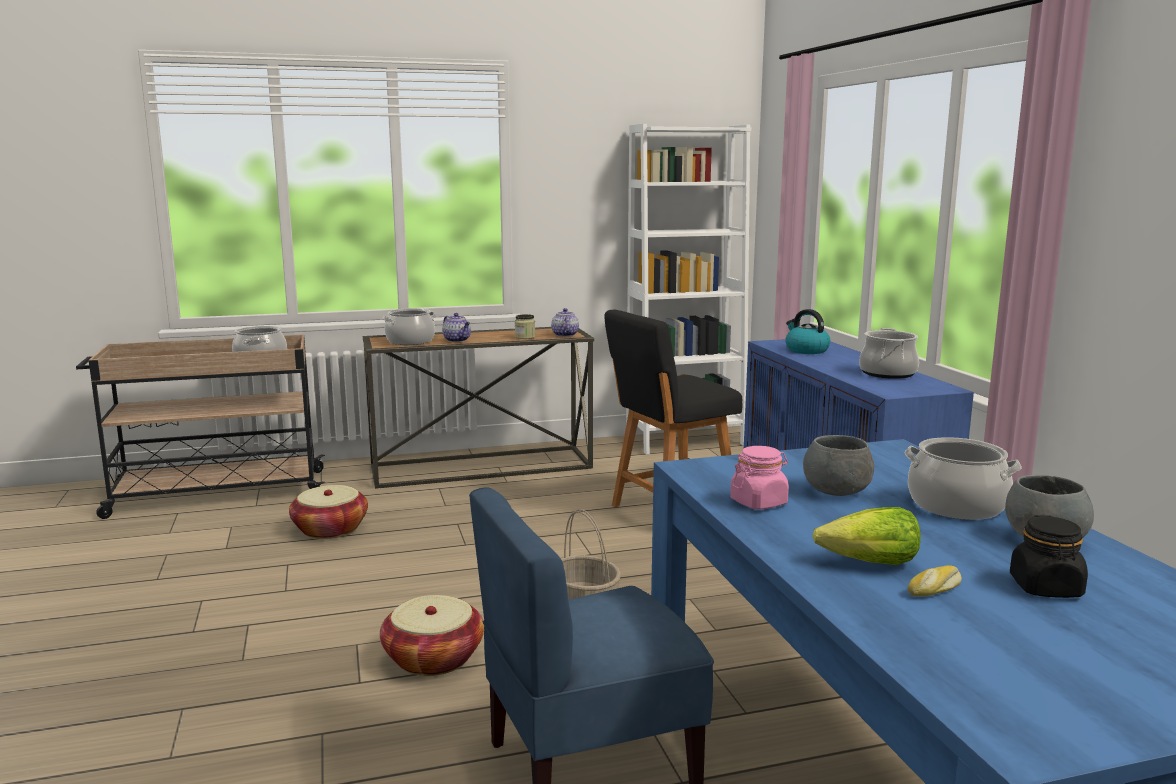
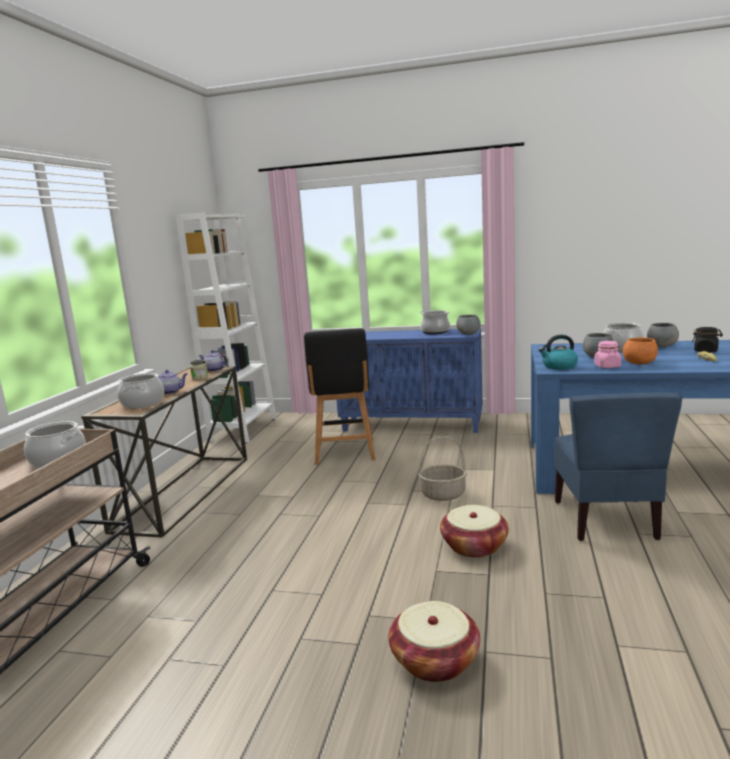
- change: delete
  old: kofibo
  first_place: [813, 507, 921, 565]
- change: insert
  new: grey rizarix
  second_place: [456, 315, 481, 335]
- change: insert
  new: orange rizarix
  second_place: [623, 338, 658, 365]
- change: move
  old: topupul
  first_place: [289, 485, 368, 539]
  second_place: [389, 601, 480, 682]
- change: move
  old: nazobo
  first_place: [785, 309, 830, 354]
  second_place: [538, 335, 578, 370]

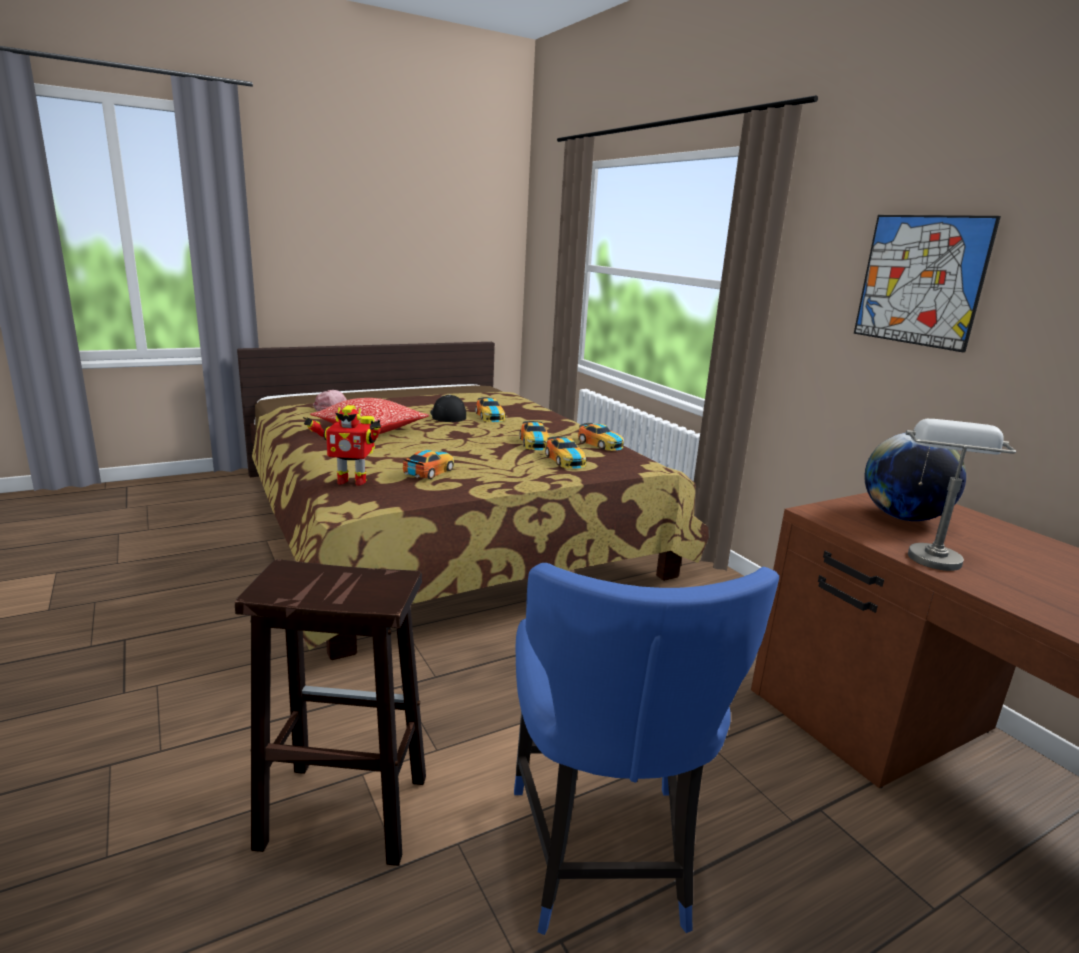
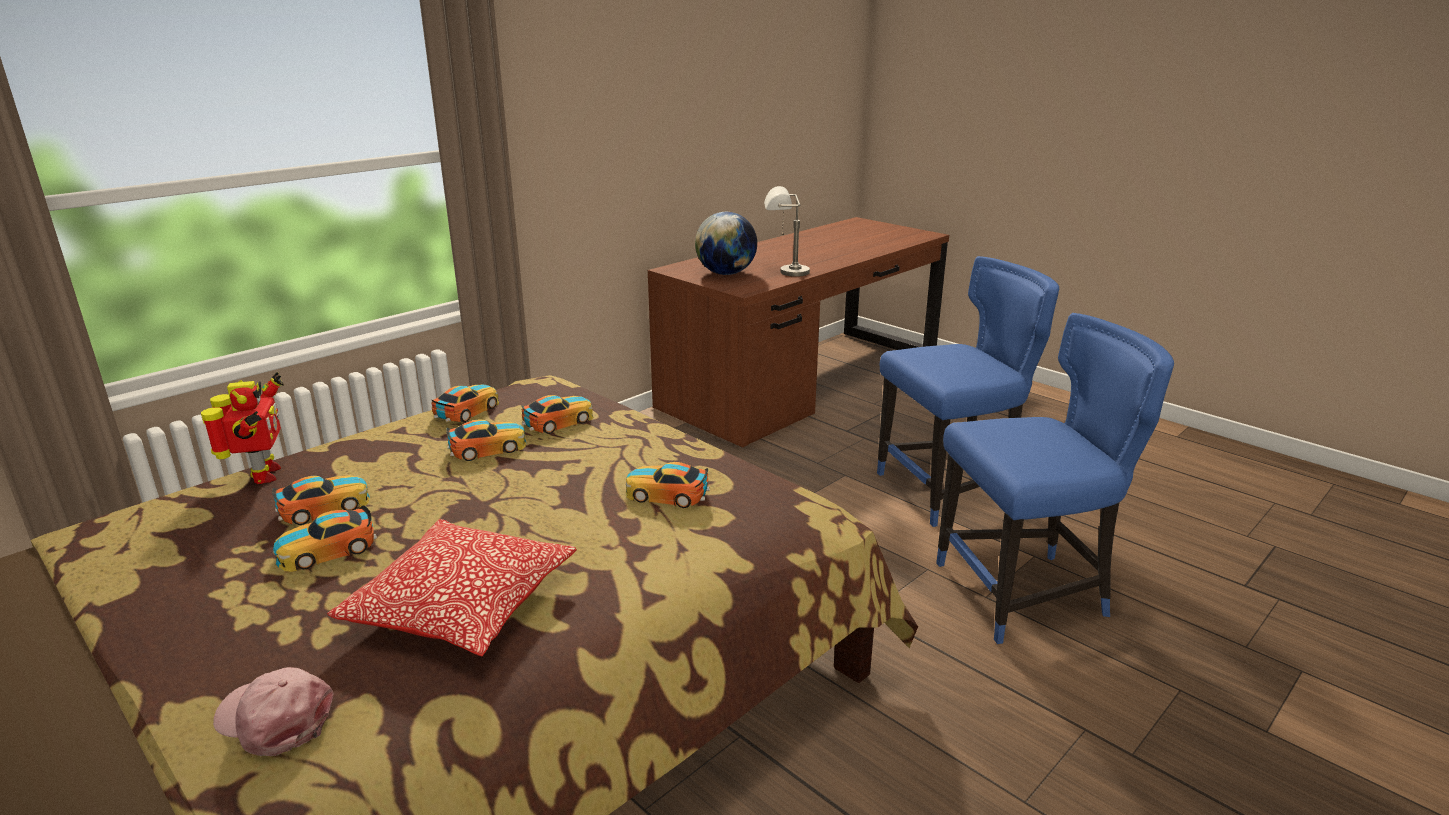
- change: delete
  old: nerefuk
  first_place: [854, 215, 1001, 353]
- change: move
  old: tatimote
  first_place: [303, 405, 381, 486]
  second_place: [201, 372, 284, 484]
- change: replace
  old: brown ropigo
  new: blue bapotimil
  first_place: [235, 559, 426, 866]
  second_place: [936, 313, 1174, 644]
- change: replace
  old: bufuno
  new: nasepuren
  first_place: [430, 395, 466, 422]
  second_place: [273, 505, 377, 572]

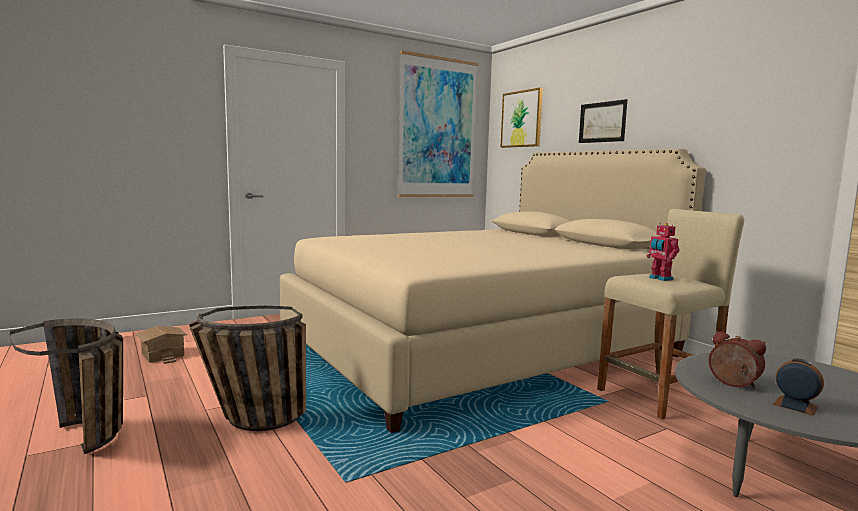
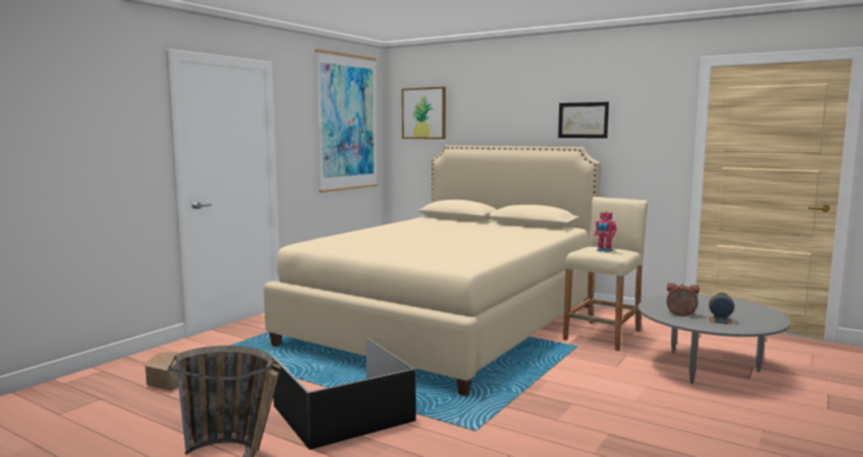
- change: move
  old: nerefuk
  first_place: [579, 99, 628, 143]
  second_place: [558, 102, 609, 138]
- change: replace
  old: topupul
  new: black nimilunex
  first_place: [189, 306, 306, 431]
  second_place: [272, 338, 416, 450]

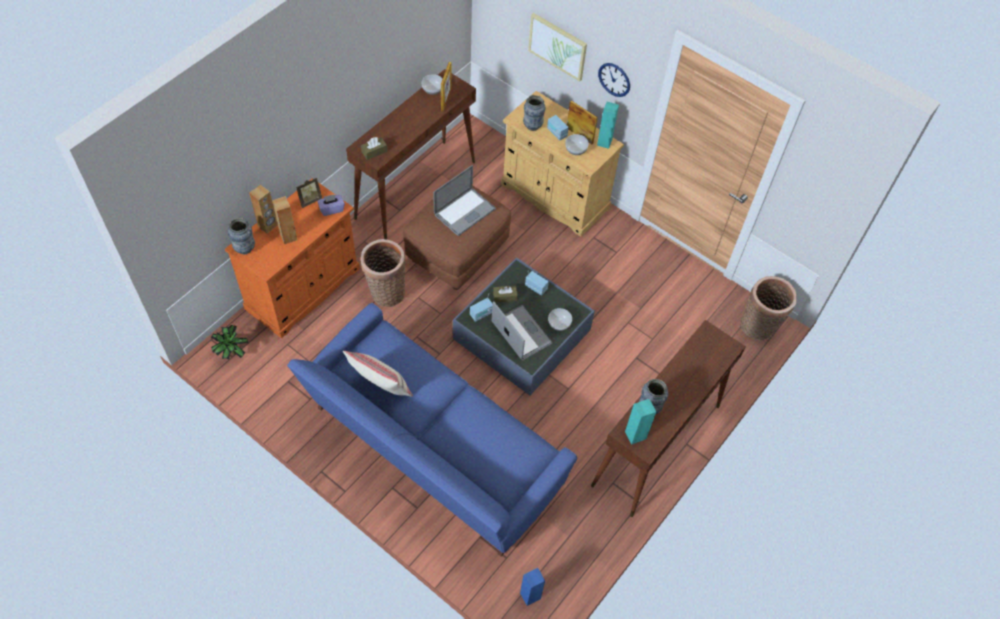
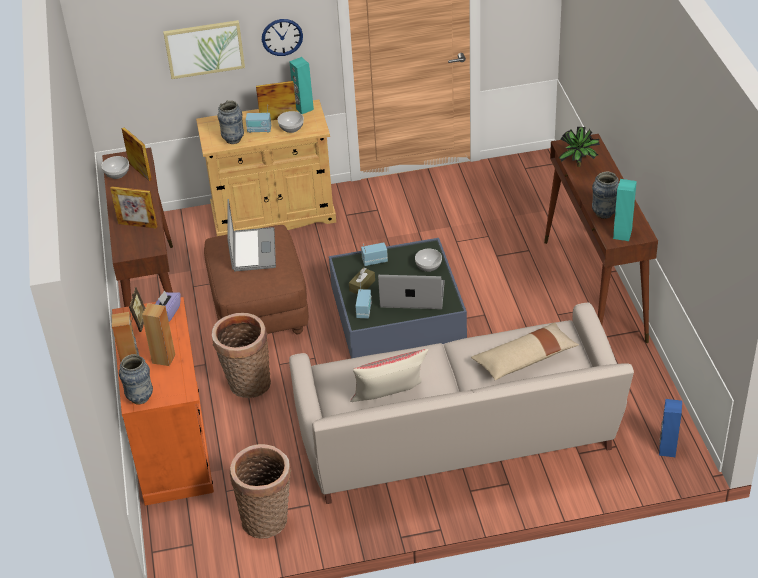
- change: delete
  old: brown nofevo
  first_place: [361, 137, 387, 160]
- change: insert
  new: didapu
  second_place: [110, 186, 158, 228]
- change: insert
  new: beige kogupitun
  second_place: [471, 322, 579, 380]
- change: move
  old: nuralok
  first_place: [211, 325, 248, 359]
  second_place: [559, 127, 600, 167]
- change: move
  old: topupul
  first_place: [740, 276, 797, 340]
  second_place: [230, 444, 291, 539]
- change: recolor
  old: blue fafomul
  new: beige fafomul
  first_place: [287, 303, 577, 557]
  second_place: [289, 303, 634, 504]

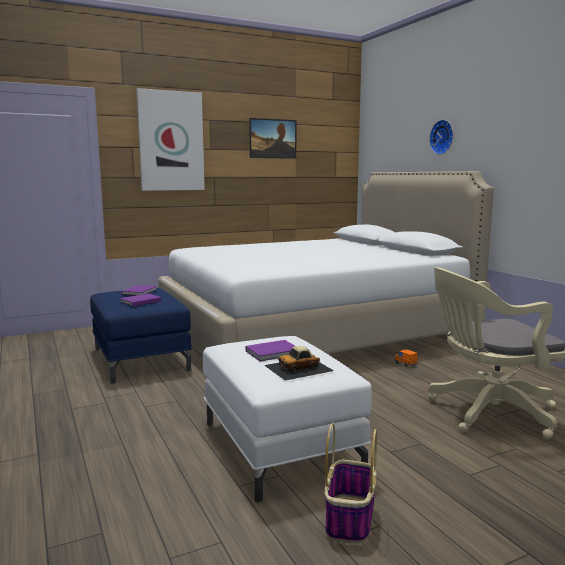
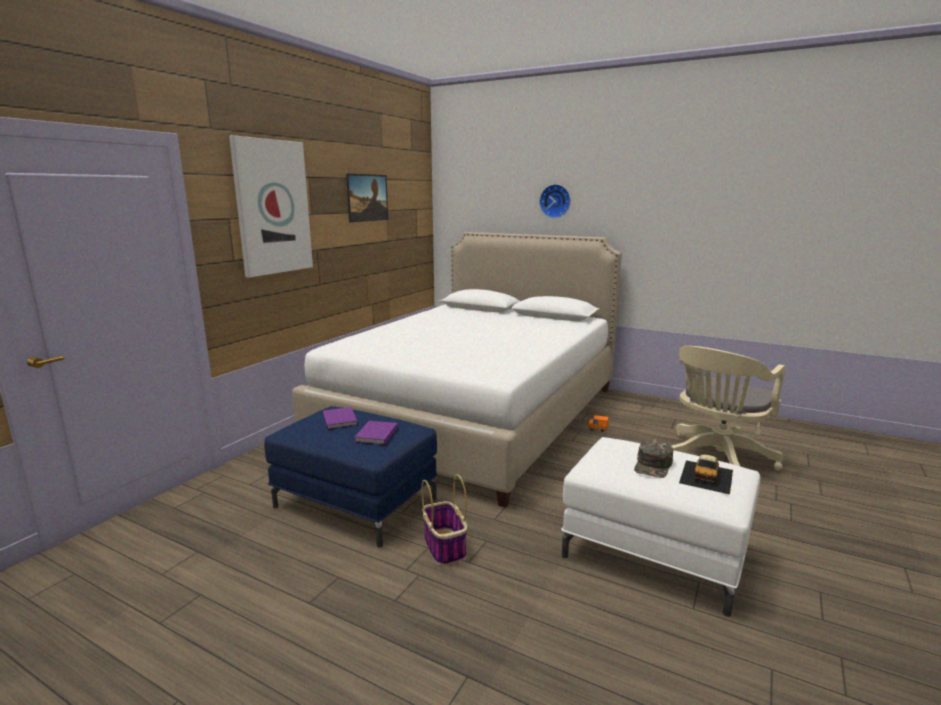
- change: move
  old: topupul
  first_place: [325, 423, 377, 543]
  second_place: [421, 474, 467, 566]
- change: replace
  old: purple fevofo
  new: green bufuno
  first_place: [246, 340, 295, 361]
  second_place: [634, 439, 673, 478]

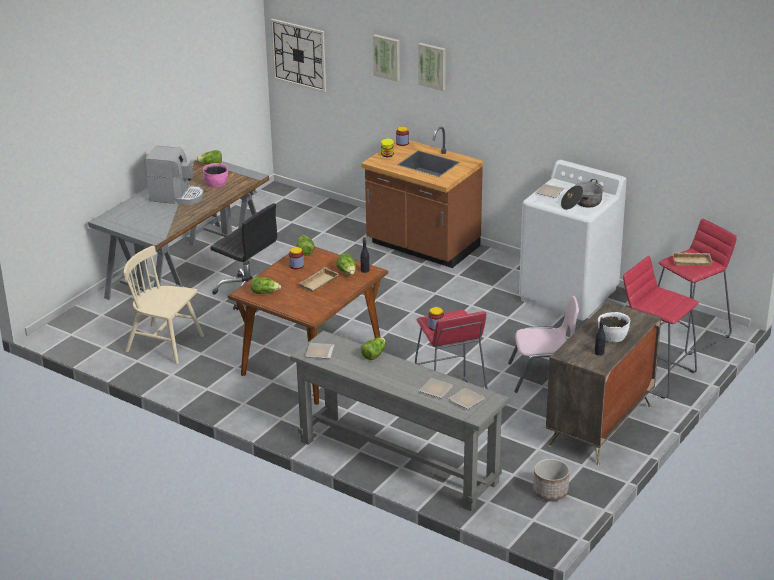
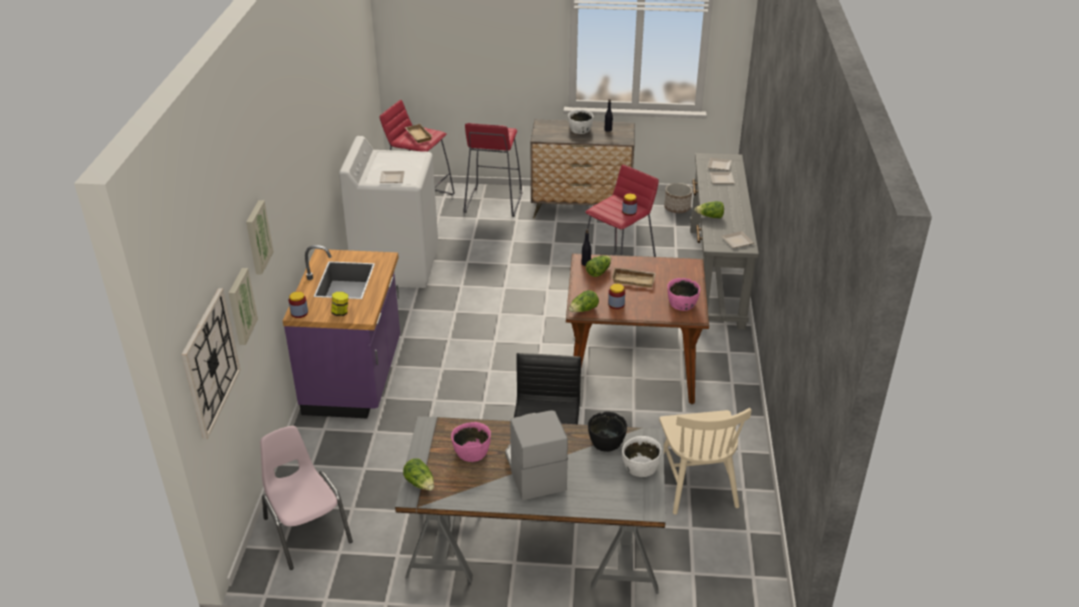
- change: delete
  old: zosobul
  first_place: [561, 179, 603, 210]
- change: insert
  new: black rizarix
  second_place: [588, 412, 627, 452]
- change: insert
  new: white rizarix
  second_place: [622, 436, 662, 477]
- change: move
  old: nerefuk
  first_place: [418, 43, 446, 91]
  second_place: [229, 268, 258, 345]
- change: move
  old: pink bapotimil
  first_place: [508, 296, 579, 393]
  second_place: [260, 426, 353, 570]
- change: replace
  old: kofibo
  new: pink rizarix
  first_place: [251, 276, 281, 294]
  second_place: [667, 278, 700, 311]
- change: recolor
  old: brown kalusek
  new: purple kalusek
  first_place: [361, 126, 484, 268]
  second_place: [283, 245, 400, 418]

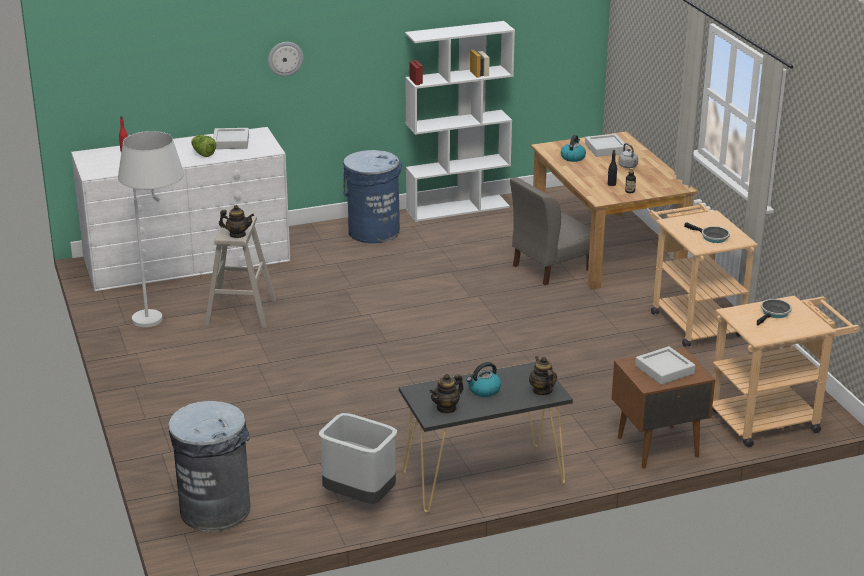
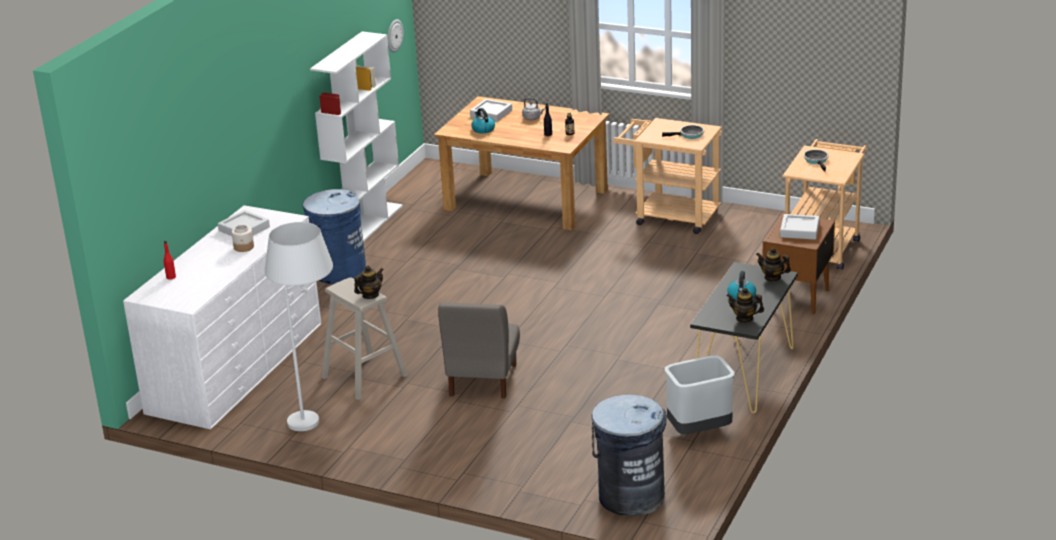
- change: move
  old: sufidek
  first_place: [268, 42, 303, 76]
  second_place: [387, 19, 403, 53]
- change: move
  old: grey bapotimil
  first_place: [510, 177, 591, 285]
  second_place: [438, 302, 520, 398]
- change: replace
  old: kofibo
  new: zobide
  first_place: [191, 135, 216, 157]
  second_place: [232, 225, 254, 252]
- change: rotate
  old: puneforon
  first_place: [429, 374, 464, 414]
  second_place: [726, 288, 764, 323]
  degrees: 105

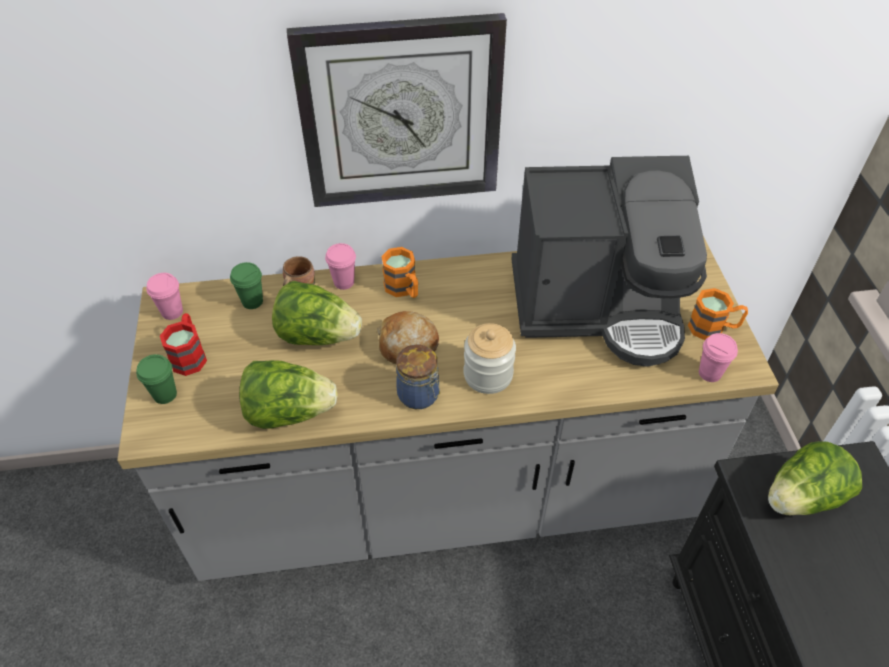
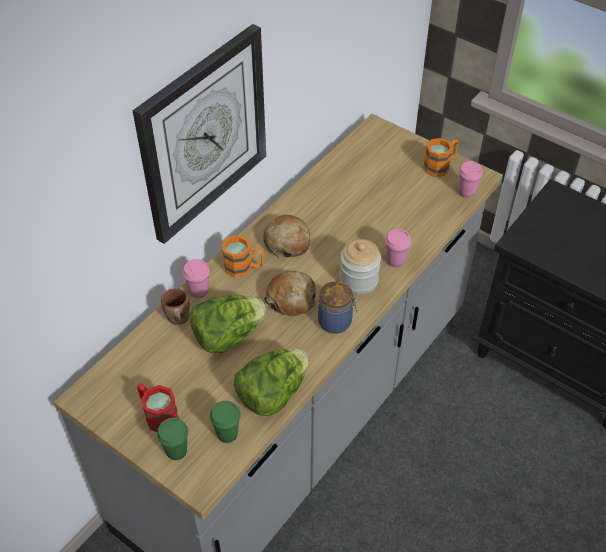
- change: delete
  old: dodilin
  first_place: [512, 156, 707, 367]
- change: delete
  old: kofibo
  first_place: [768, 441, 862, 515]
- change: insert
  new: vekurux
  second_place: [263, 215, 310, 259]
- change: move
  old: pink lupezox
  first_place: [146, 273, 183, 320]
  second_place: [385, 229, 411, 268]
- change: move
  old: green lupezox
  first_place: [230, 262, 263, 309]
  second_place: [210, 401, 241, 443]

